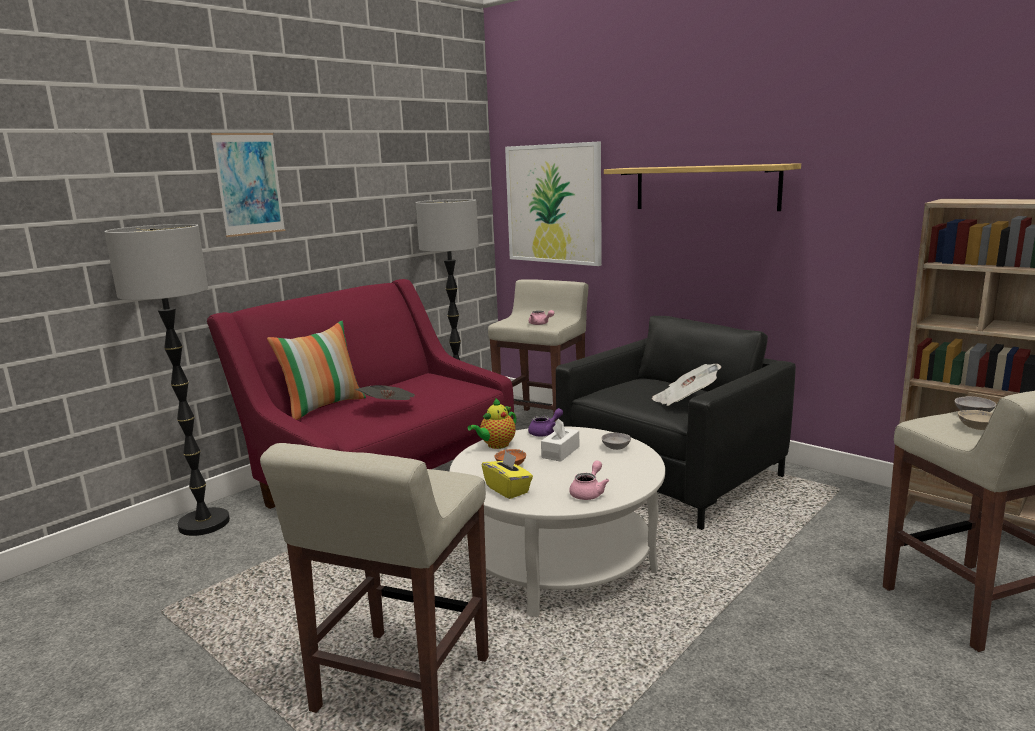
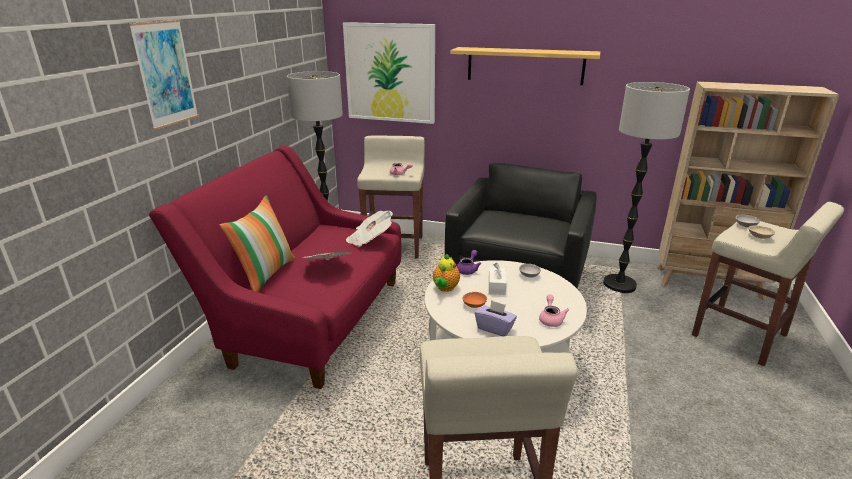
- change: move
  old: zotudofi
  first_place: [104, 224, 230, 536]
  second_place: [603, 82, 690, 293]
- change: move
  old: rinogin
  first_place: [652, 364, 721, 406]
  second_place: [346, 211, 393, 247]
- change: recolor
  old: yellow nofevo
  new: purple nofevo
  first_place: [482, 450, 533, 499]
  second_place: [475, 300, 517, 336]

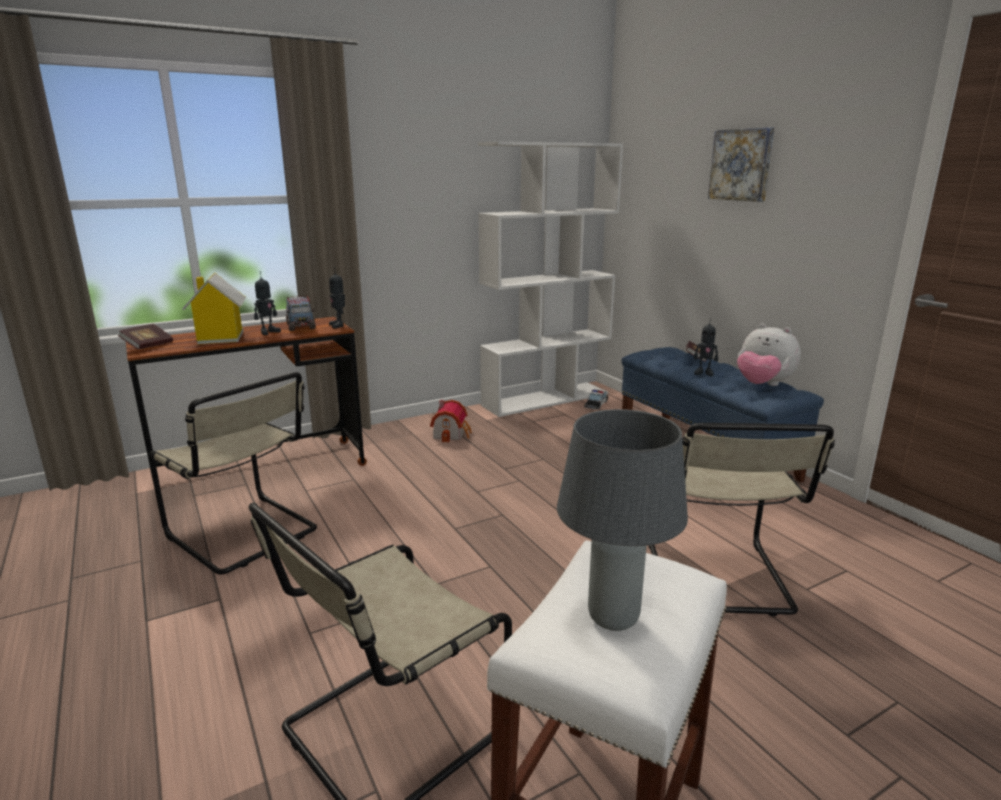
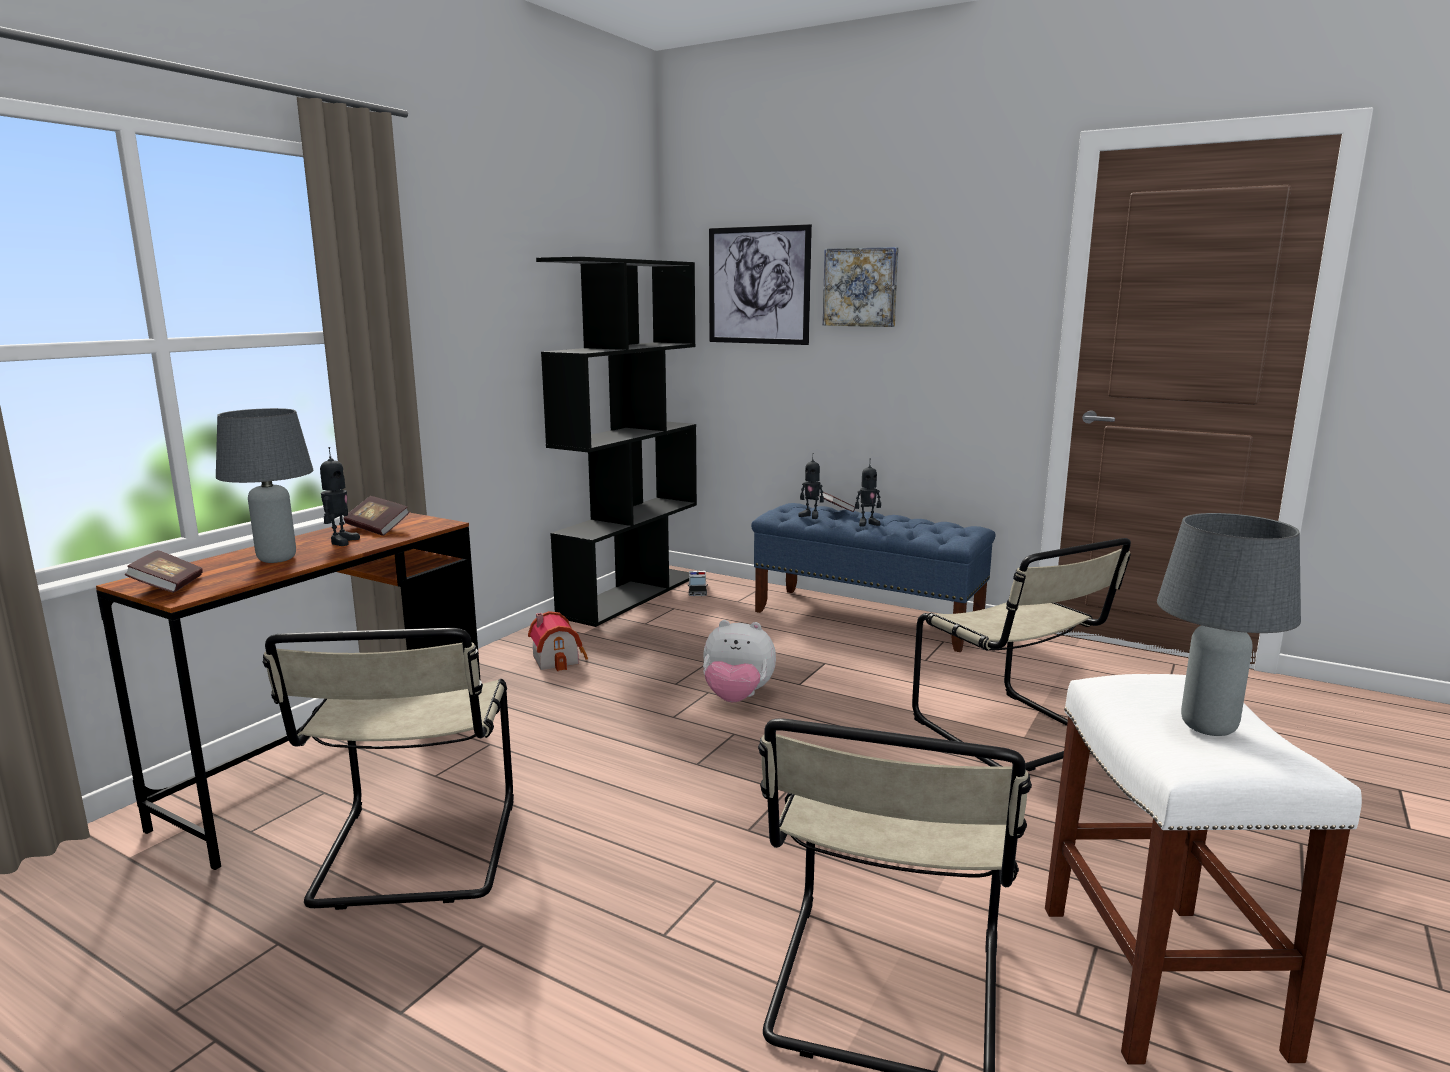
- change: insert
  new: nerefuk
  second_place: [709, 224, 812, 345]
- change: move
  old: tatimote
  first_place: [329, 267, 345, 329]
  second_place: [798, 453, 824, 519]
- change: move
  old: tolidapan
  first_place: [737, 324, 801, 386]
  second_place: [703, 620, 776, 702]
- change: replace
  old: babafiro
  new: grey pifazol
  first_place: [182, 273, 246, 344]
  second_place: [216, 408, 314, 563]
- change: replace
  old: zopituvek
  new: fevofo
  first_place: [286, 296, 316, 331]
  second_place: [343, 496, 410, 536]
- change: recolor
  old: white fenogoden
  new: black fenogoden
  first_place: [478, 141, 623, 417]
  second_place: [536, 257, 697, 627]
- change: rotate
  old: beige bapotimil
  first_place: [148, 372, 317, 575]
  second_place: [263, 628, 514, 910]
  degrees: 75

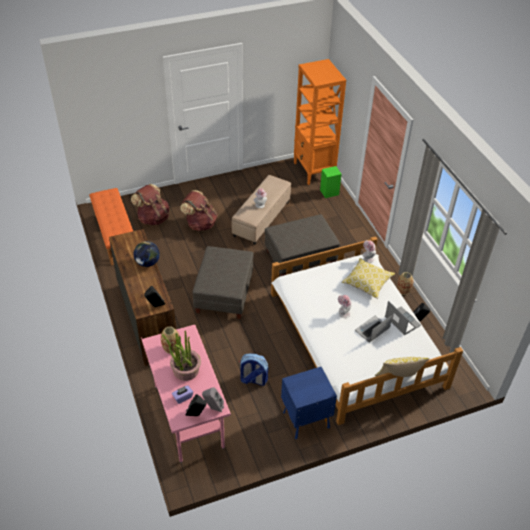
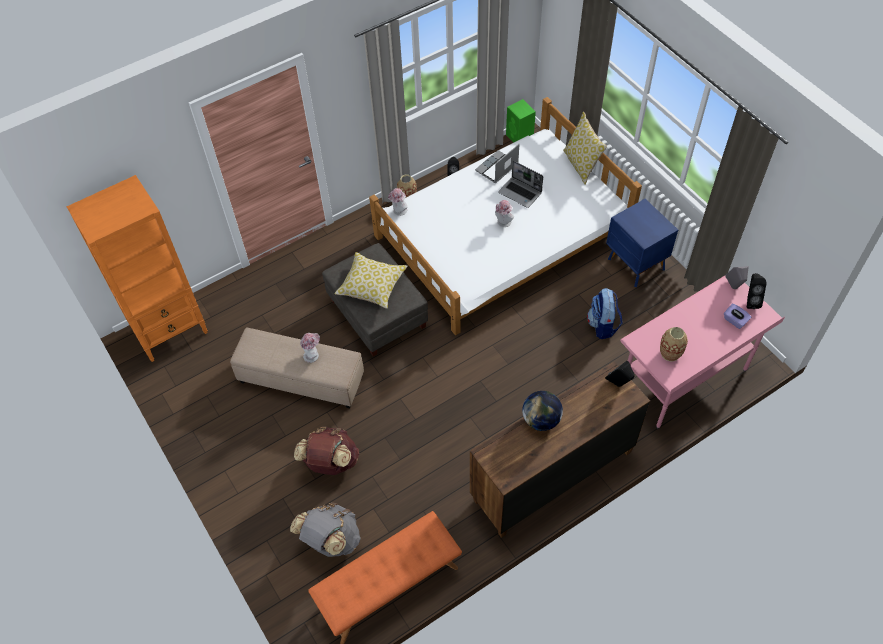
- change: delete
  old: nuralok
  first_place: [162, 331, 201, 381]
- change: delete
  old: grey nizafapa
  first_place: [193, 246, 253, 319]
- change: move
  old: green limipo
  first_place: [320, 166, 342, 198]
  second_place: [506, 99, 536, 143]
- change: move
  old: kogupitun
  first_place: [342, 258, 395, 299]
  second_place: [335, 252, 408, 309]
- change: recolor
  old: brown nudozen
  new: grey nudozen
  first_place: [131, 184, 169, 225]
  second_place: [290, 502, 361, 557]

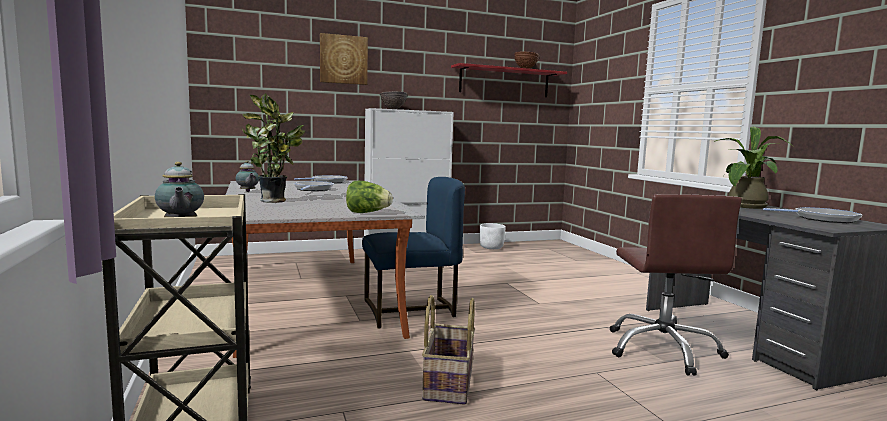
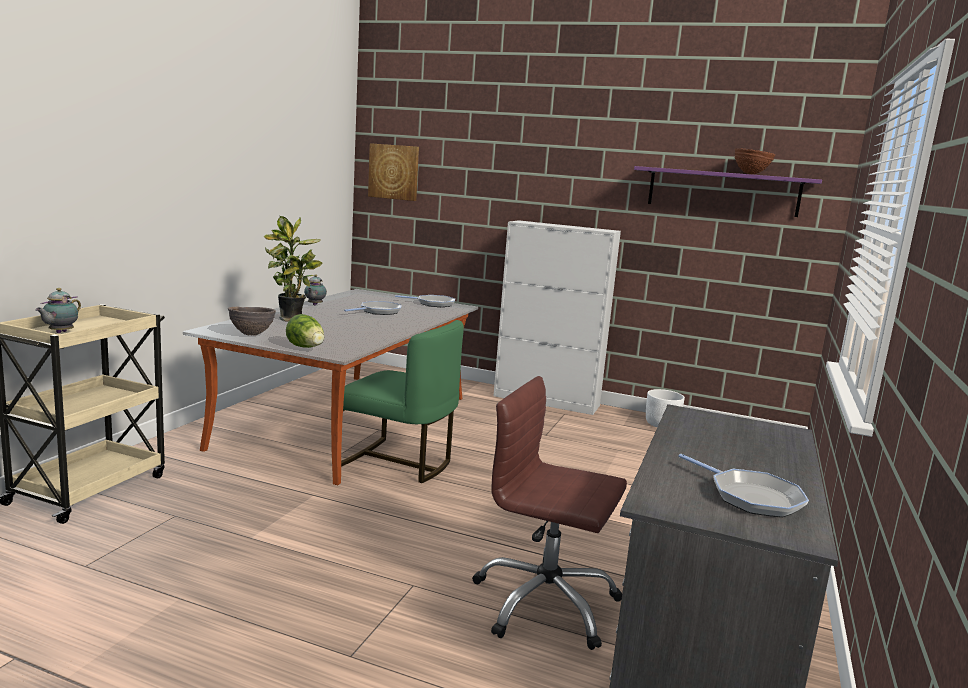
- change: delete
  old: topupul
  first_place: [422, 295, 475, 405]
- change: delete
  old: nuralok
  first_place: [716, 126, 793, 209]
- change: move
  old: nerefuk
  first_place: [320, 33, 368, 85]
  second_place: [368, 143, 419, 201]
- change: move
  old: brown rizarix
  first_place: [380, 91, 408, 109]
  second_place: [228, 307, 276, 336]
- change: recolor
  old: blue bapotimil
  new: green bapotimil
  first_place: [362, 177, 465, 329]
  second_place: [341, 320, 464, 483]
- change: recolor
  old: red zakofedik
  new: purple zakofedik
  first_place: [451, 63, 567, 97]
  second_place: [634, 166, 822, 217]
- change: rotate
  old: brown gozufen
  first_place: [610, 194, 742, 376]
  second_place: [472, 376, 627, 650]
  degrees: 75

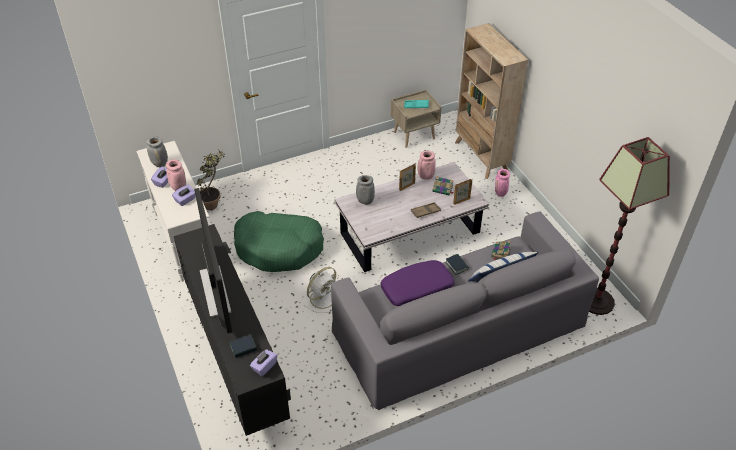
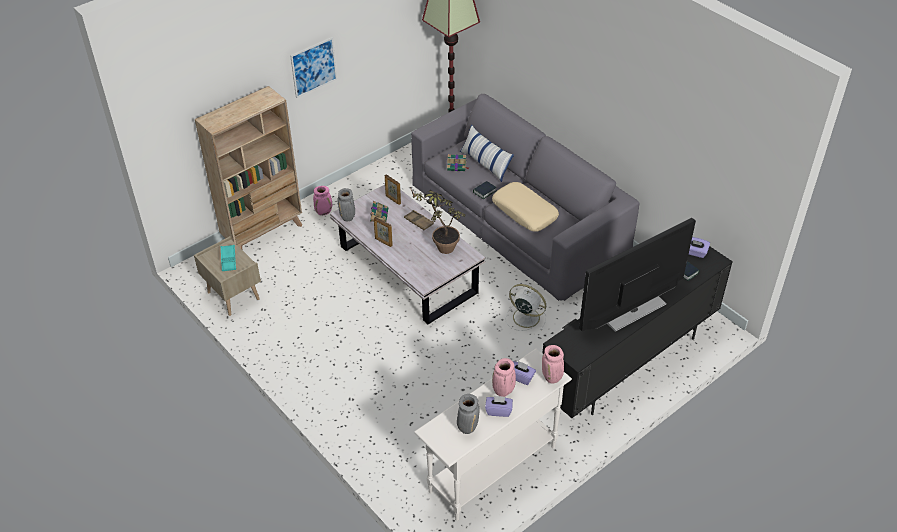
- change: delete
  old: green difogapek
  first_place: [234, 211, 324, 272]
- change: insert
  new: nerefuk
  second_place: [290, 37, 337, 98]
- change: move
  old: nuralok
  first_place: [197, 149, 225, 210]
  second_place: [410, 188, 465, 254]
- change: move
  old: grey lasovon
  first_place: [356, 175, 375, 205]
  second_place: [337, 188, 355, 221]
- change: move
  old: pink lasovon
  first_place: [417, 151, 436, 180]
  second_place: [542, 345, 564, 383]
- change: recolor
  old: purple kogupitun
  new: beige kogupitun
  first_place: [380, 260, 454, 306]
  second_place: [492, 182, 559, 232]

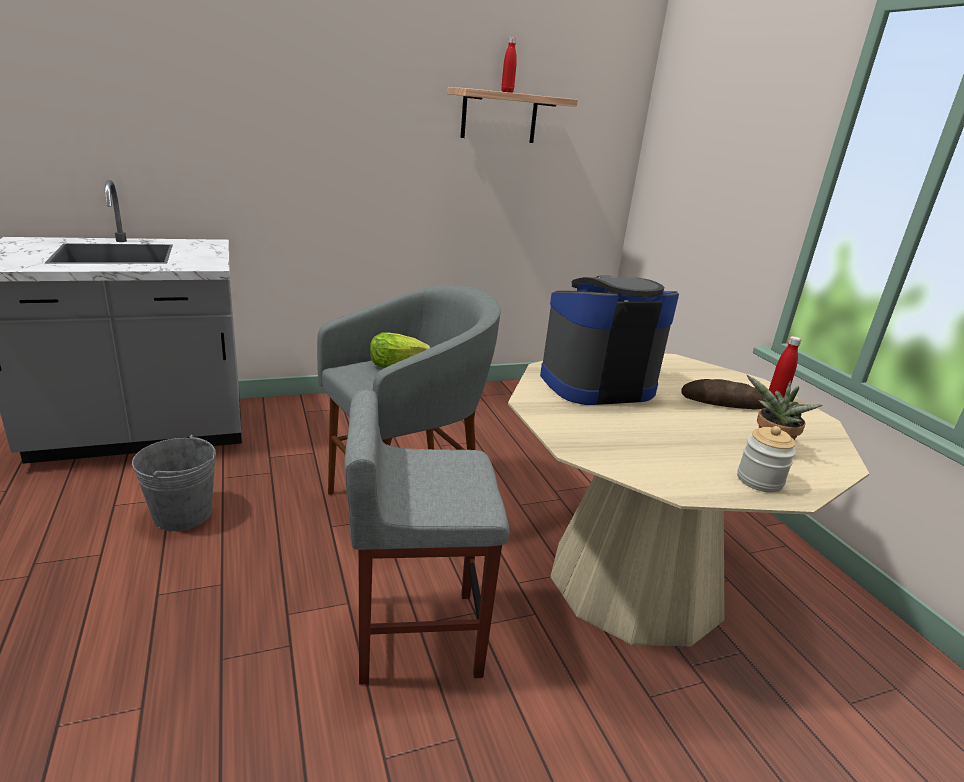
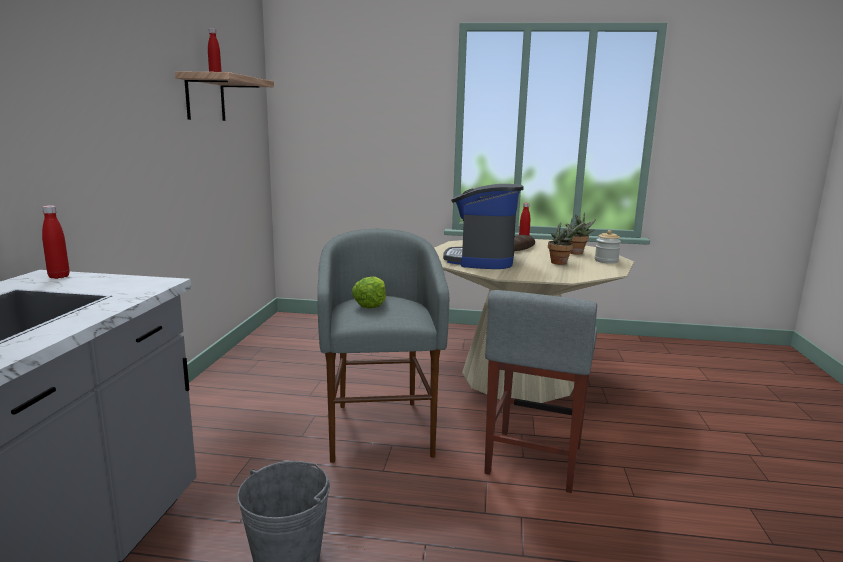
- change: insert
  new: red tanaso
  second_place: [42, 205, 70, 279]
- change: insert
  new: nuralok
  second_place: [548, 219, 585, 265]

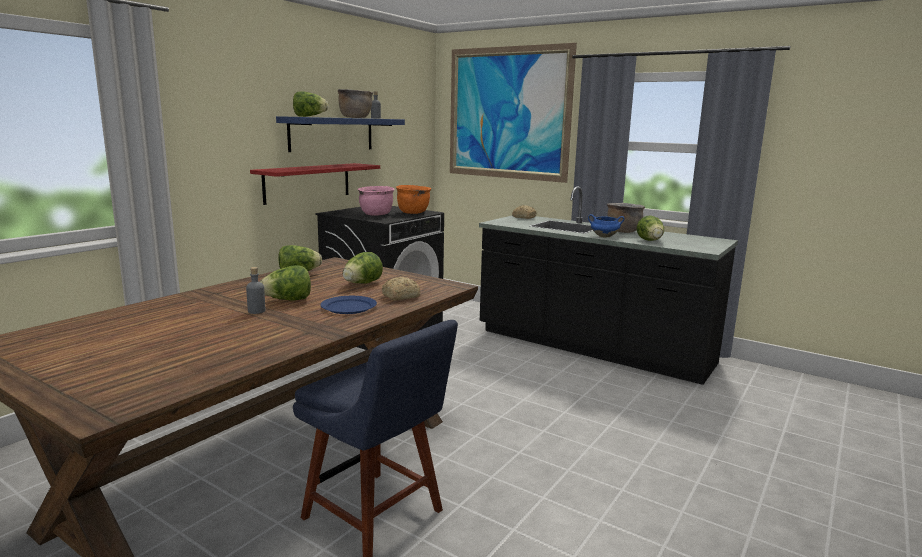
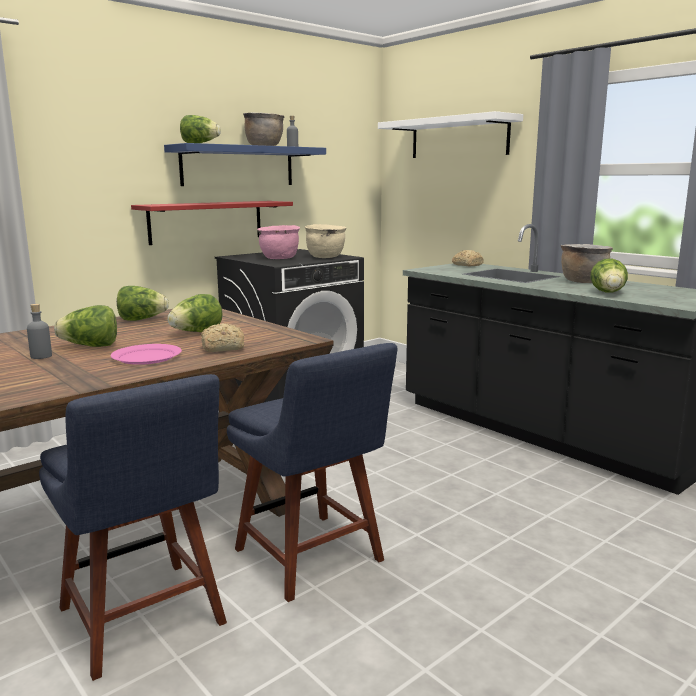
- change: delete
  old: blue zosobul
  first_place: [588, 214, 624, 238]
- change: insert
  new: blue bapotimil
  second_place: [227, 343, 397, 602]
- change: replace
  old: nerefuk
  new: white zakofedik
  first_place: [450, 43, 577, 183]
  second_place: [378, 111, 523, 158]
- change: recolor
  old: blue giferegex
  new: pink giferegex
  first_place: [320, 296, 377, 314]
  second_place: [111, 344, 182, 365]
- change: recolor
  old: orange zosobul
  new: beige zosobul
  first_place: [396, 185, 431, 214]
  second_place: [305, 224, 346, 258]

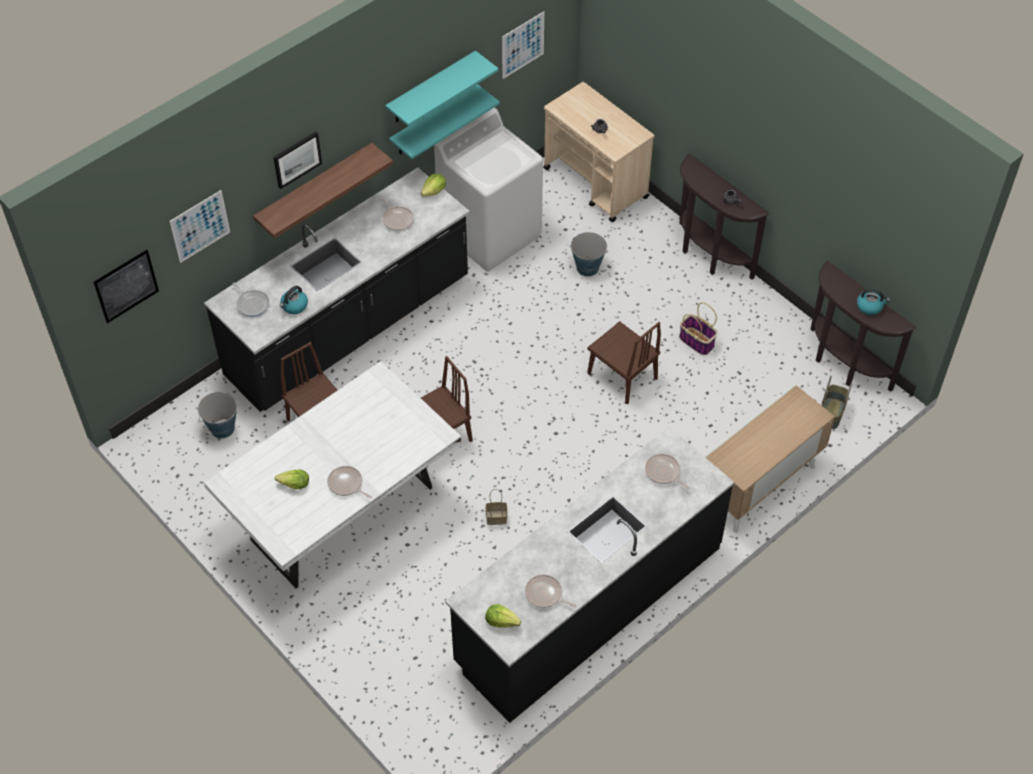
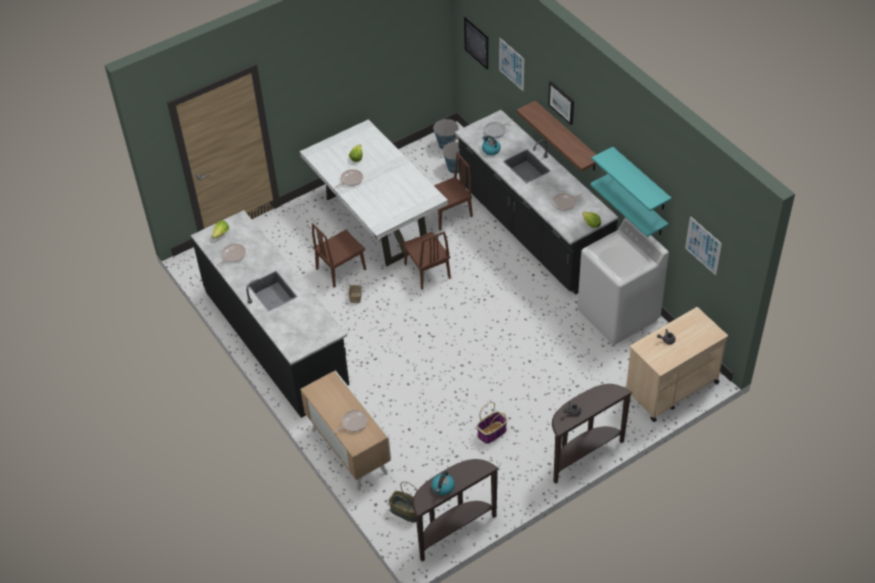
- change: move
  old: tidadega
  first_place: [571, 232, 608, 277]
  second_place: [433, 119, 459, 150]
- change: move
  old: brown bapotimil
  first_place: [587, 321, 661, 405]
  second_place: [312, 223, 366, 288]
- change: move
  old: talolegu
  first_place: [645, 454, 690, 490]
  second_place: [332, 410, 368, 434]

